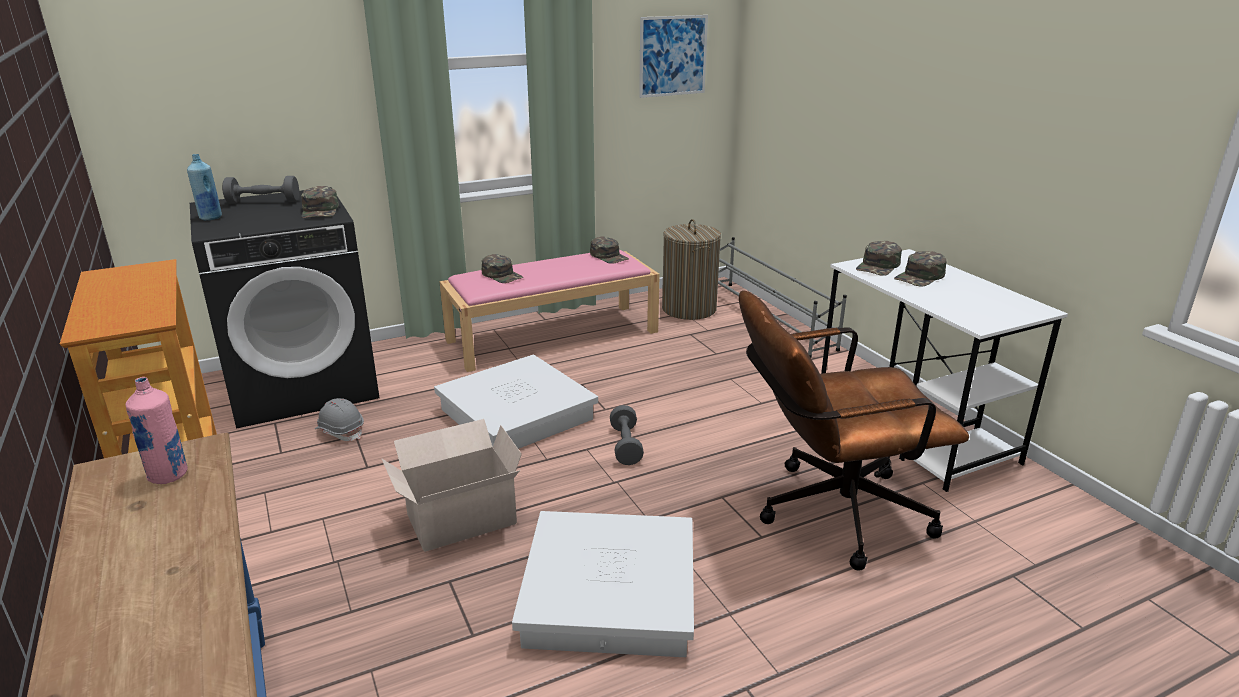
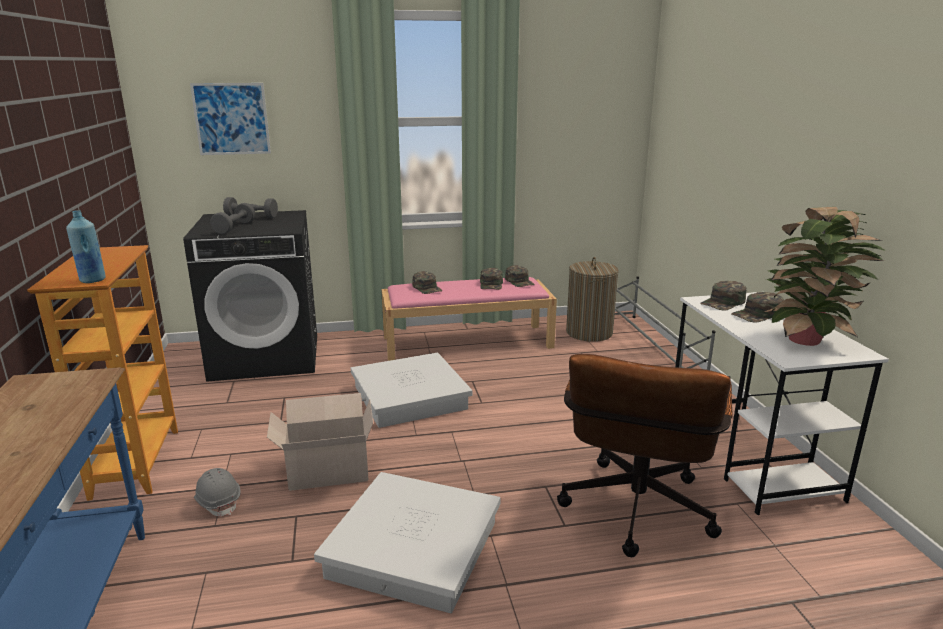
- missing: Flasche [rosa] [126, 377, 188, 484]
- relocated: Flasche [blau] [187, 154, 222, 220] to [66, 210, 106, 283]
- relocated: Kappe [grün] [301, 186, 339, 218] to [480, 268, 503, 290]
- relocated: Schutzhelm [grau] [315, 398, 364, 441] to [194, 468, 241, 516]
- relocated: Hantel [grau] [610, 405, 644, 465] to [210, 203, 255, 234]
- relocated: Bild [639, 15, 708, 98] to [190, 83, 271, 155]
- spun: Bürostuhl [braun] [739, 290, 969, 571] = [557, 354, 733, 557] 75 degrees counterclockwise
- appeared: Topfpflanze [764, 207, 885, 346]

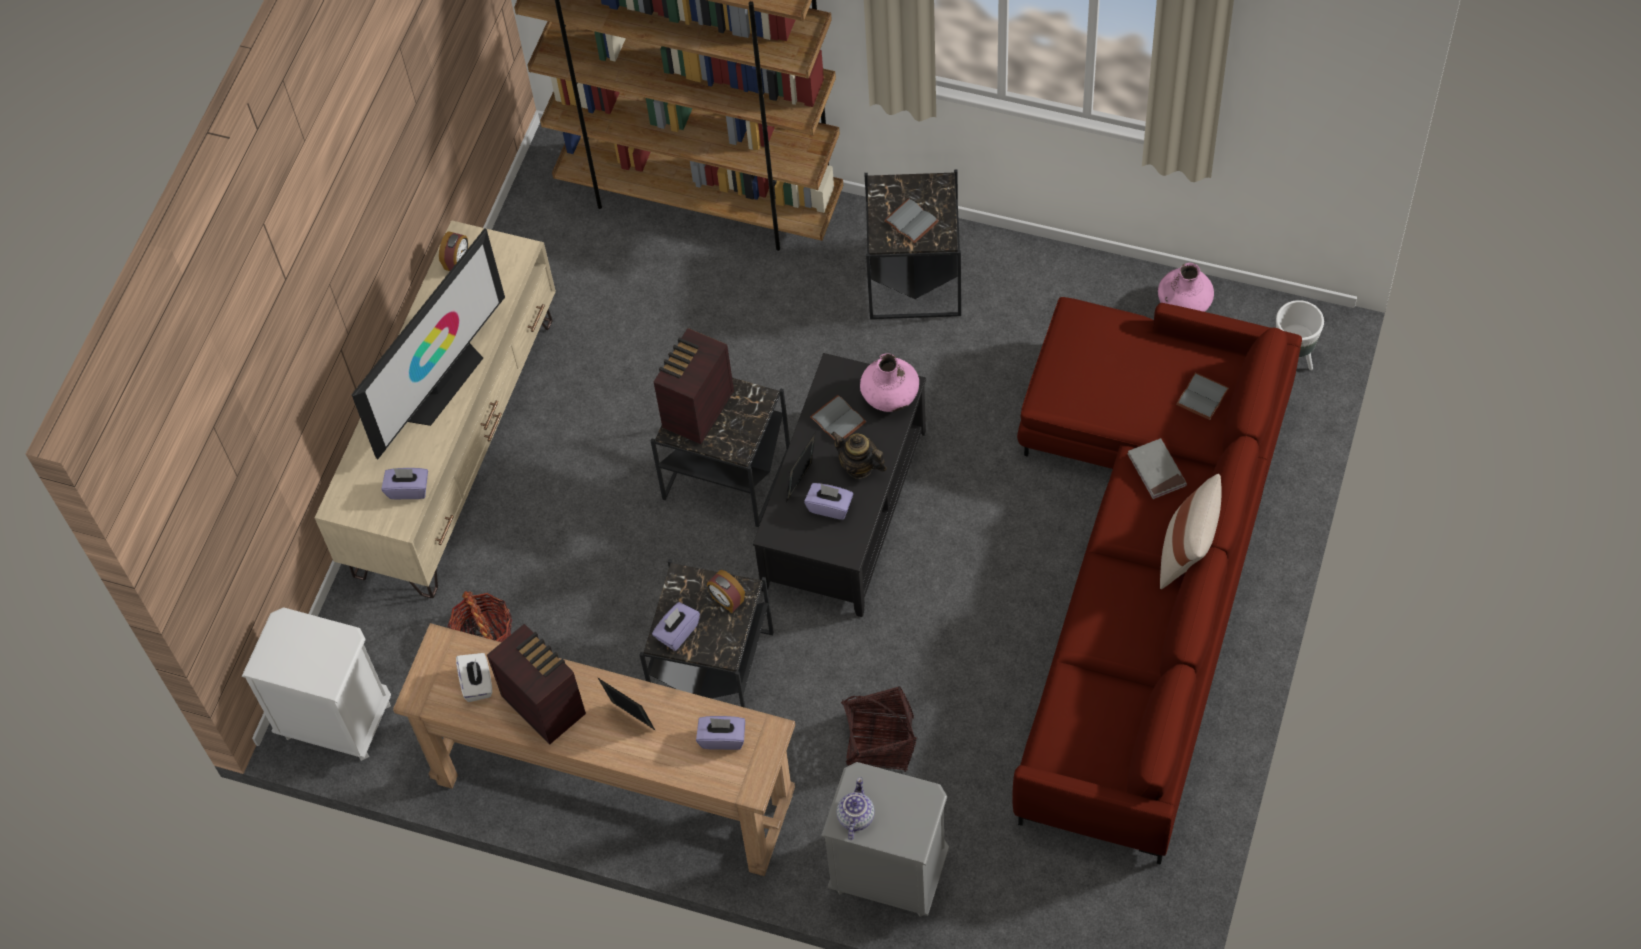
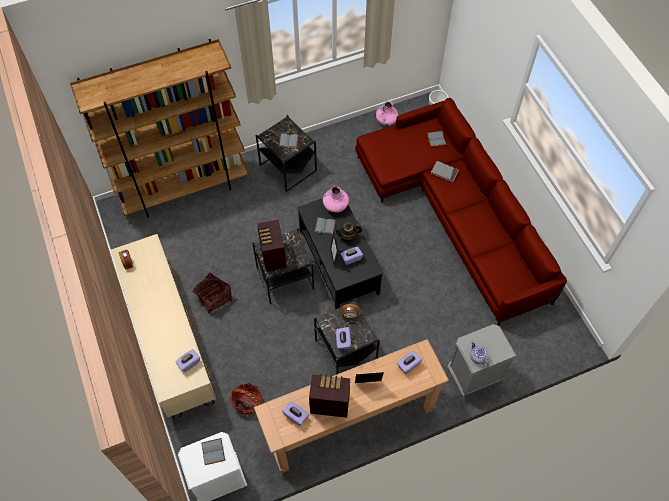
- missing: Fernseher [351, 228, 505, 459]
- colour: Taschentuchbox [weiß] [456, 653, 492, 702] to Taschentuchbox [lila] [282, 402, 309, 426]
- relocated: Korb [841, 686, 917, 772] to [193, 272, 232, 314]
- missing: Kissen [beige] [1160, 474, 1222, 589]
- appeared: Buch [grau] [201, 438, 225, 465]

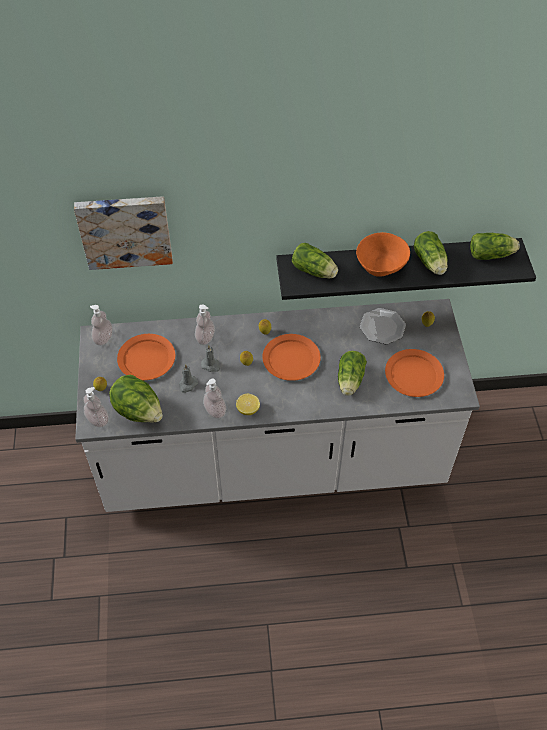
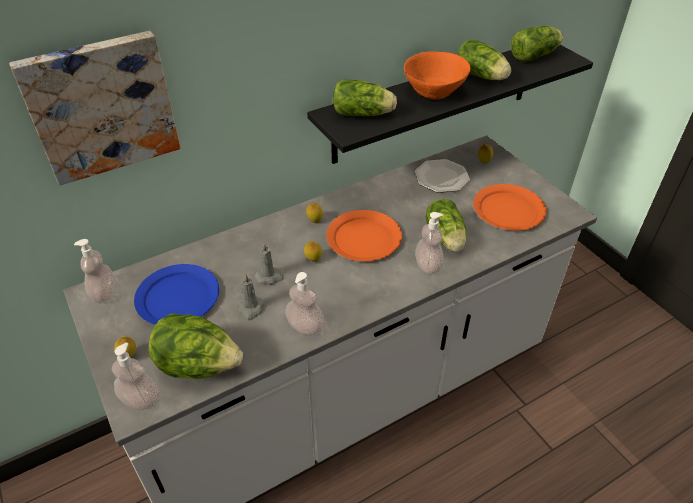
- colour: Teller [orange] [117, 334, 175, 380] to Teller [blau] [134, 264, 219, 325]
- relocated: Seifenspender [195, 304, 215, 345] to [415, 212, 444, 274]
- missing: Zitrone [236, 394, 260, 415]

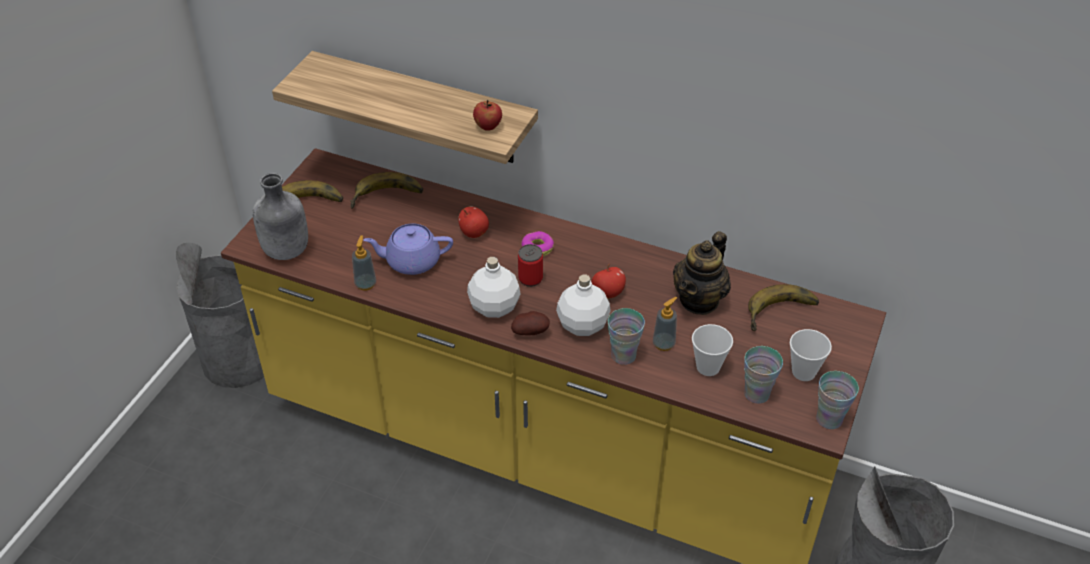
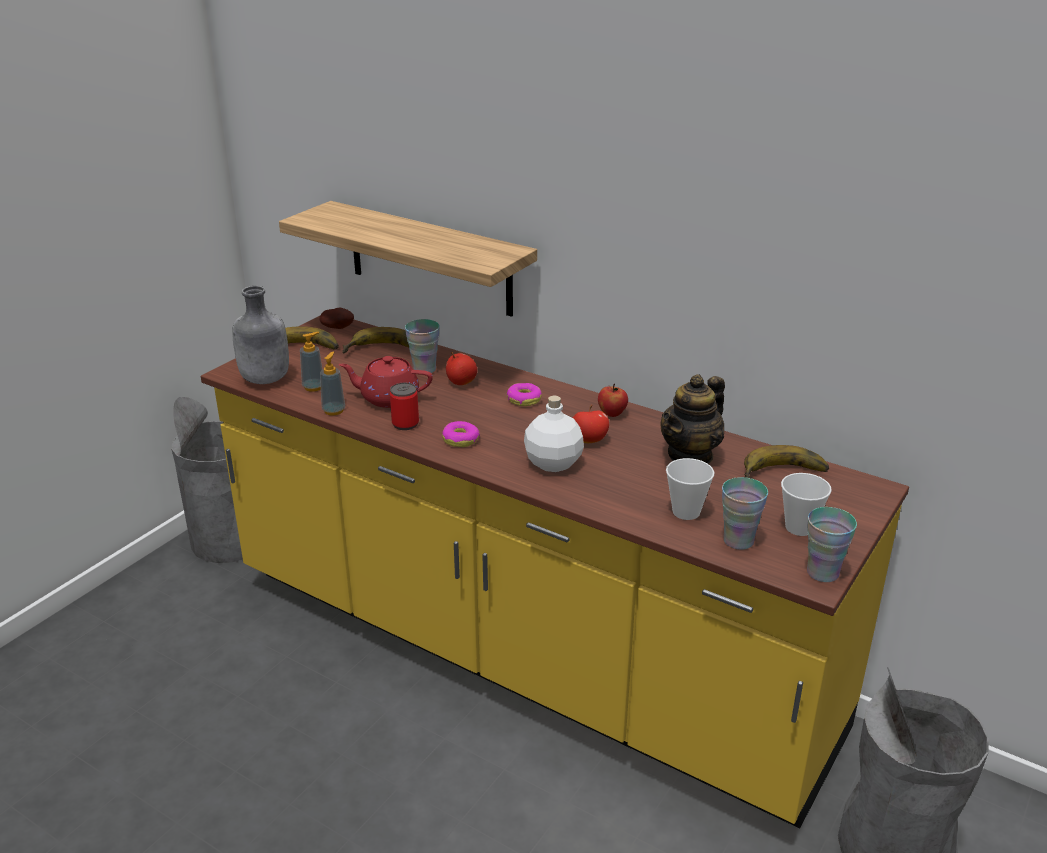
- colour: Teekanne [lila] [363, 223, 453, 275] to Teekanne [rot] [339, 356, 433, 408]
- exchanged: Flasche [weiß] [467, 257, 521, 318] to Donut [442, 421, 480, 447]
- relocated: Apfel [473, 100, 502, 131] to [598, 384, 628, 417]
- relocated: Kartoffel [511, 311, 550, 335] to [320, 308, 354, 329]
- relocated: Dose [518, 244, 543, 287] to [390, 383, 419, 430]
- relocated: Tasse [608, 308, 645, 365] to [405, 319, 440, 373]
- relocated: Seifenspender [653, 297, 677, 351] to [300, 332, 323, 392]

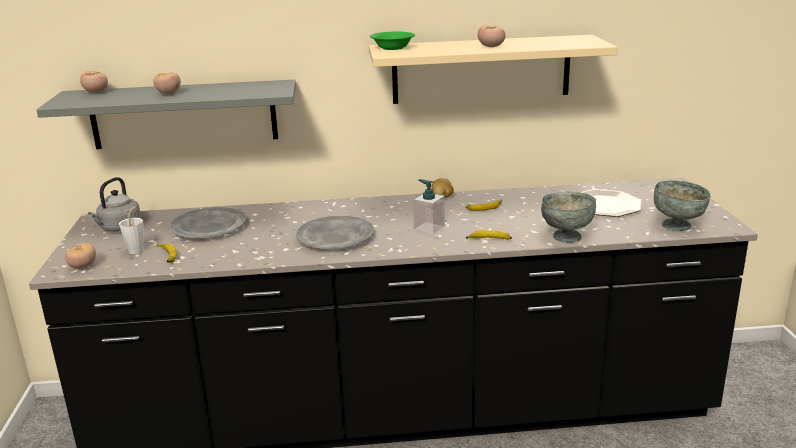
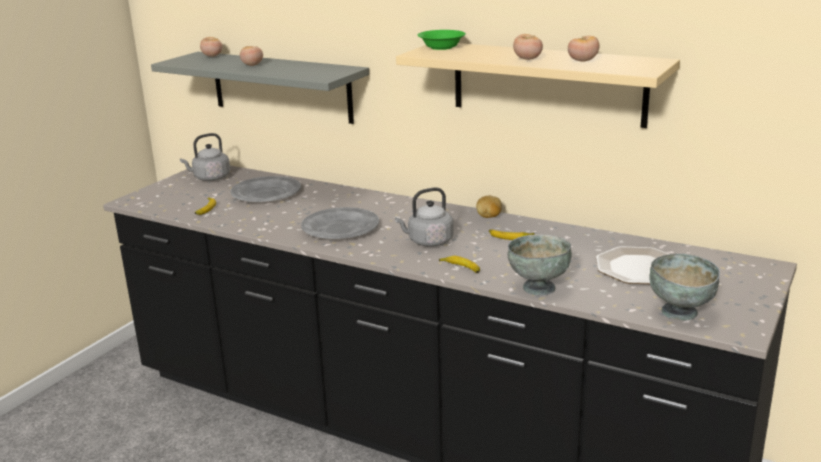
- relocated: Tomate [65, 243, 96, 269] to [568, 36, 600, 62]
- missing: Tasse [weiß] [119, 206, 144, 254]
- exchanged: Seifenspender [413, 179, 445, 234] to Wasserkessel [grau] [395, 187, 454, 247]

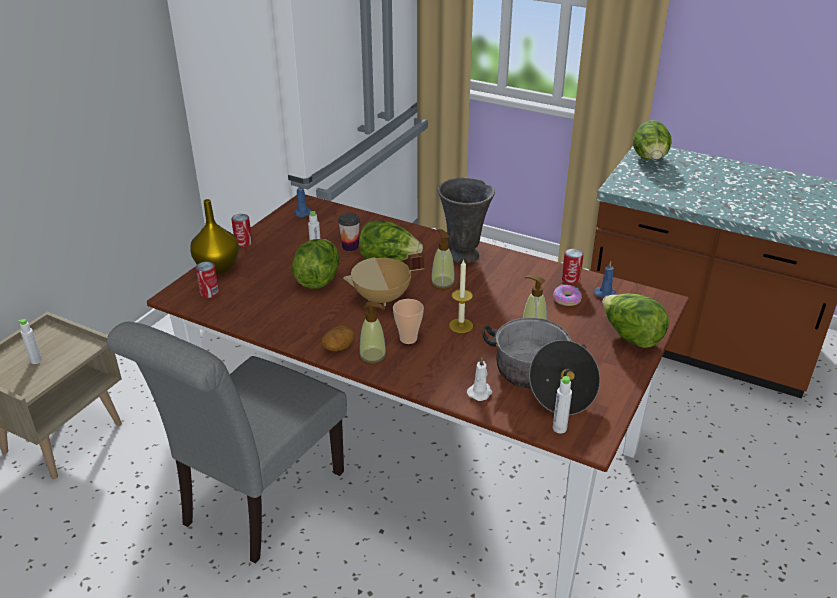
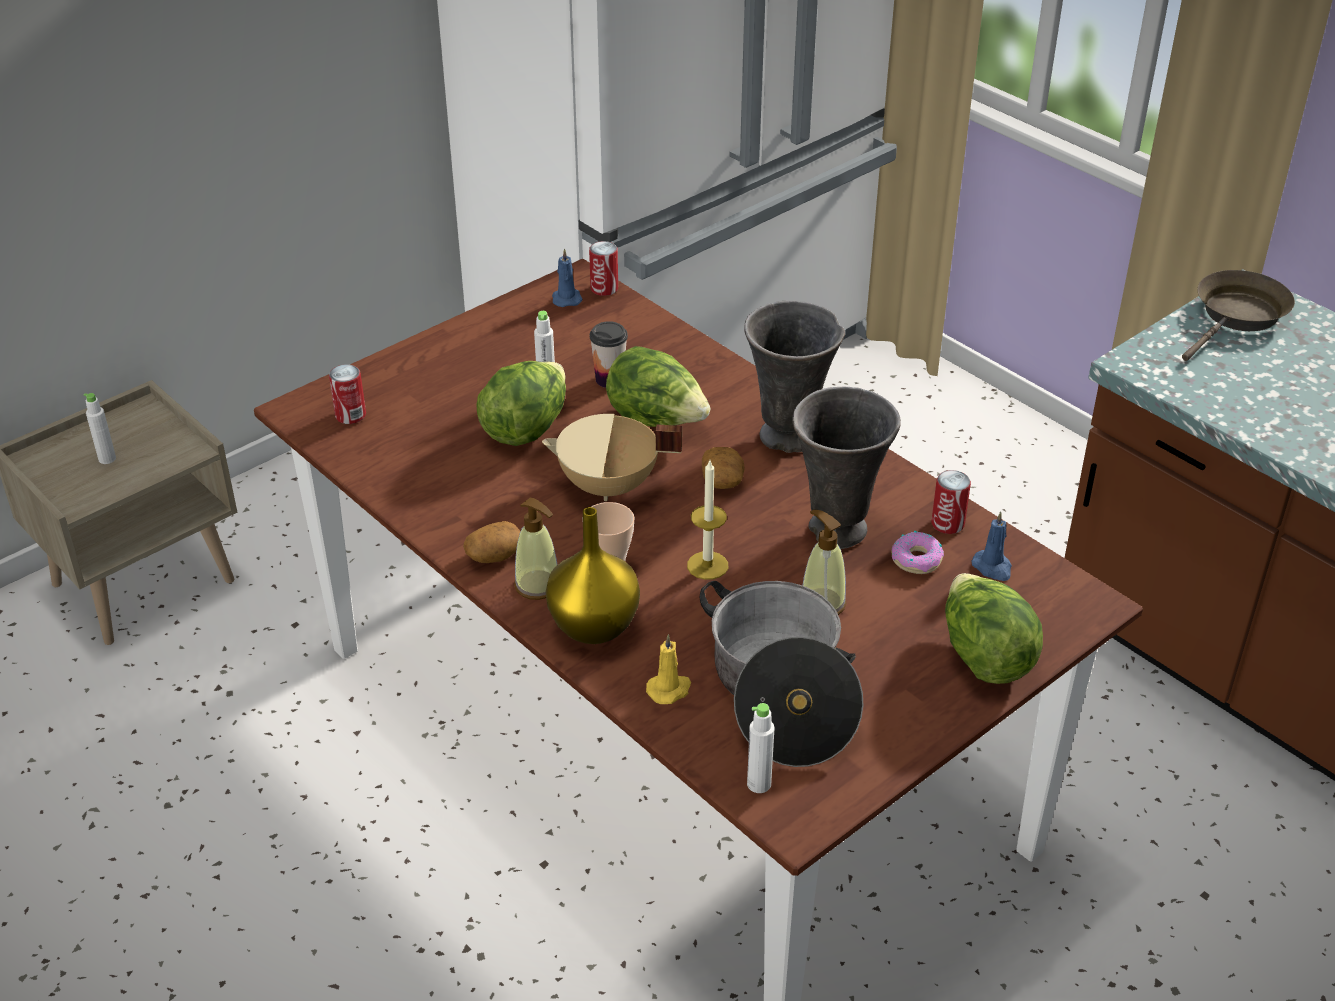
- missing: Stuhl [grau] [107, 322, 347, 564]
- relocated: Vase [gelb] [190, 199, 239, 275] to [546, 507, 640, 644]
- relocated: Dose [231, 214, 252, 247] to [589, 241, 618, 296]
- exchanged: Seifenspender [431, 229, 455, 290] to Kartoffel [702, 447, 745, 489]
- colour: Kerze [weiß] [467, 357, 493, 401] to Kerze [gelb] [646, 634, 691, 704]
- exchanged: Salatkopf [633, 120, 672, 160] to Pfanne [braun] [1182, 270, 1295, 361]
- appeared: Vase [grau] [792, 387, 901, 549]

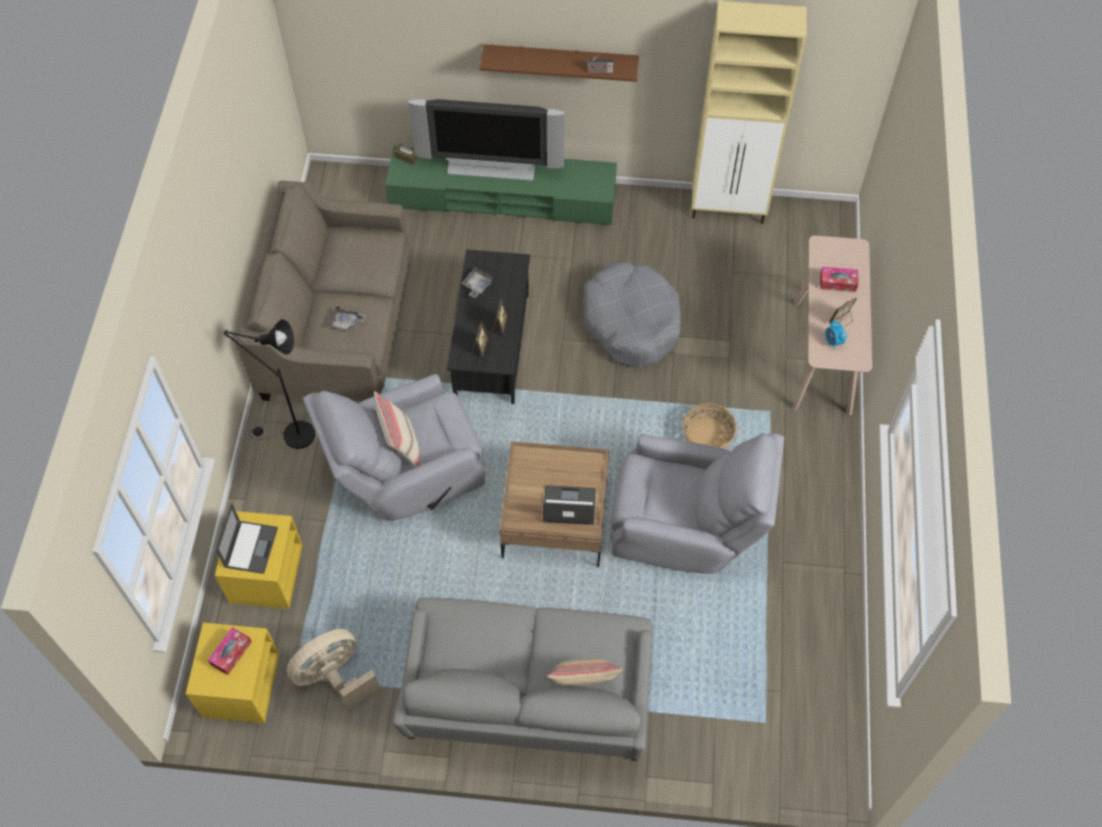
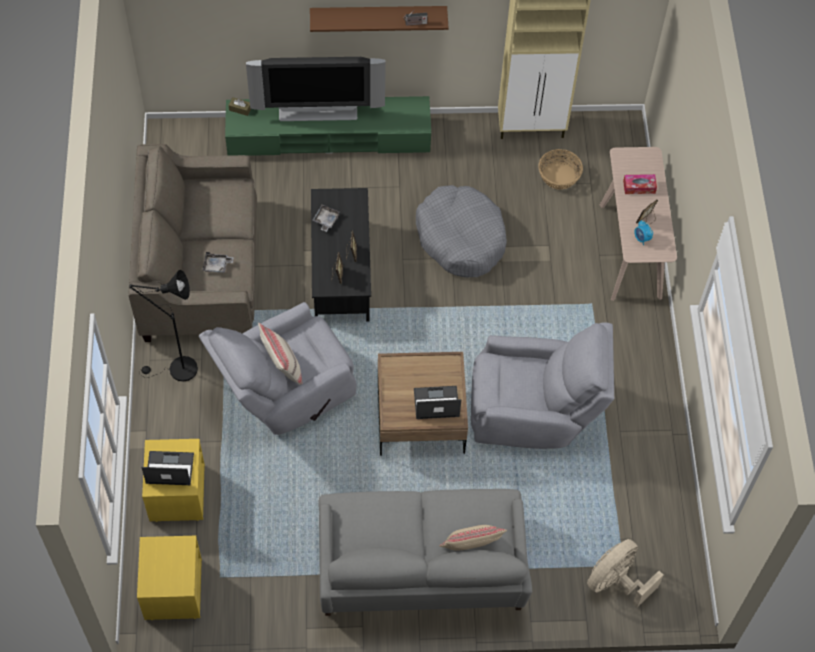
- missing: Taschentuchbox [208, 627, 252, 675]
- spun: Laptop [216, 503, 278, 574] = [141, 451, 194, 485] 90 degrees counterclockwise
- relocated: Ventilator [beige] [287, 629, 380, 709] to [587, 539, 663, 607]
- relocated: Korb [683, 403, 737, 449] to [538, 149, 583, 190]

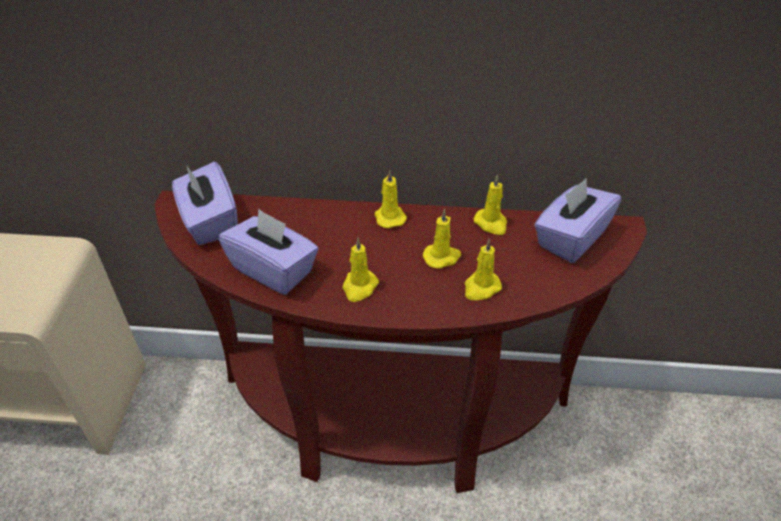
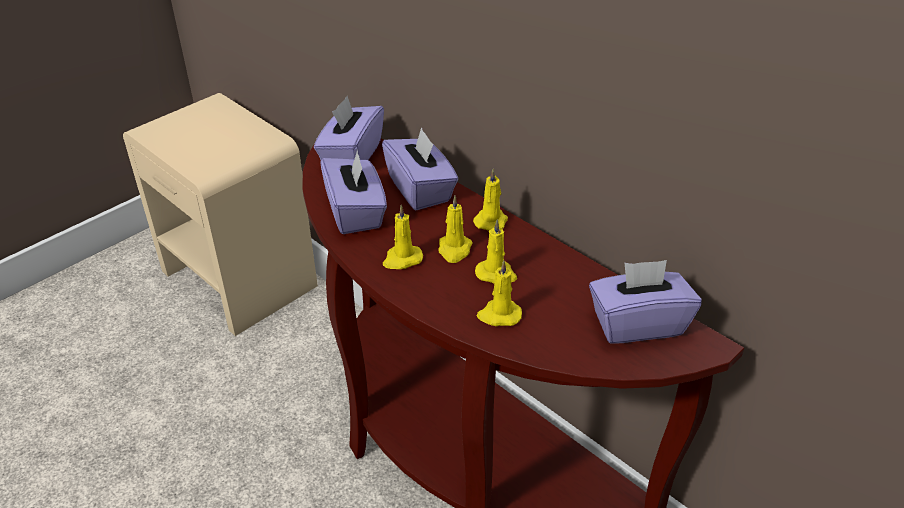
- relocated: Kerze [gelb] [474, 174, 507, 235] to [438, 195, 473, 263]
- appeared: Taschentuchbox [lila] [382, 127, 458, 210]

